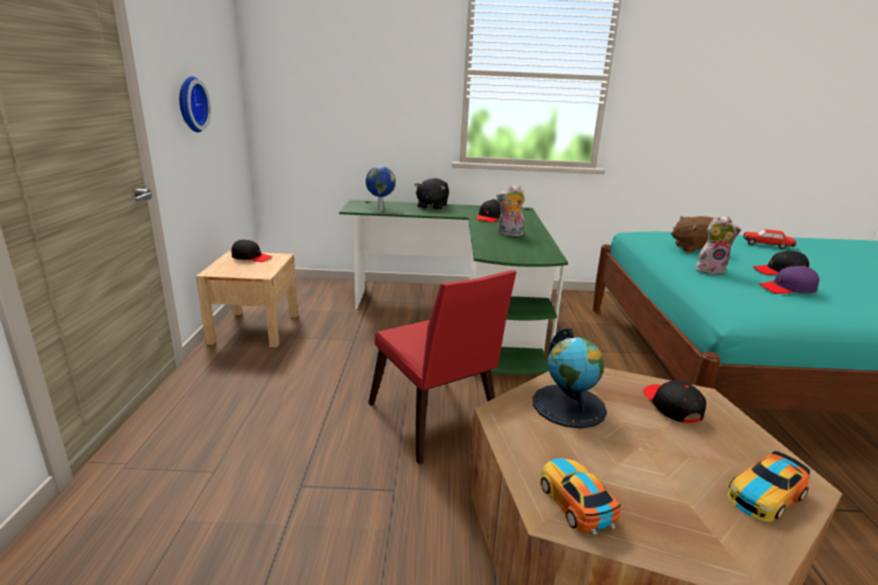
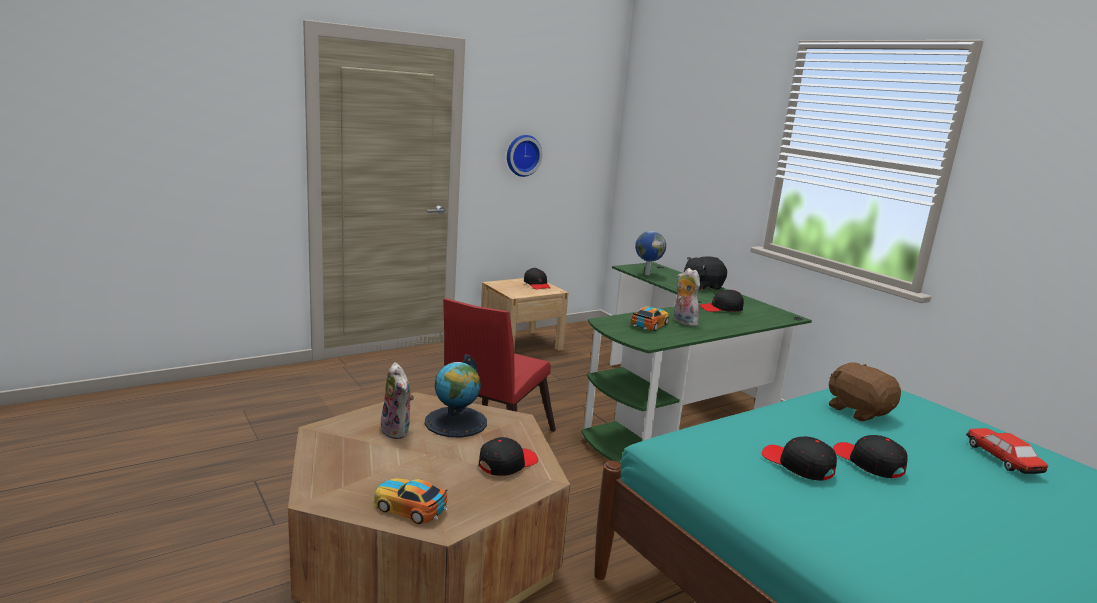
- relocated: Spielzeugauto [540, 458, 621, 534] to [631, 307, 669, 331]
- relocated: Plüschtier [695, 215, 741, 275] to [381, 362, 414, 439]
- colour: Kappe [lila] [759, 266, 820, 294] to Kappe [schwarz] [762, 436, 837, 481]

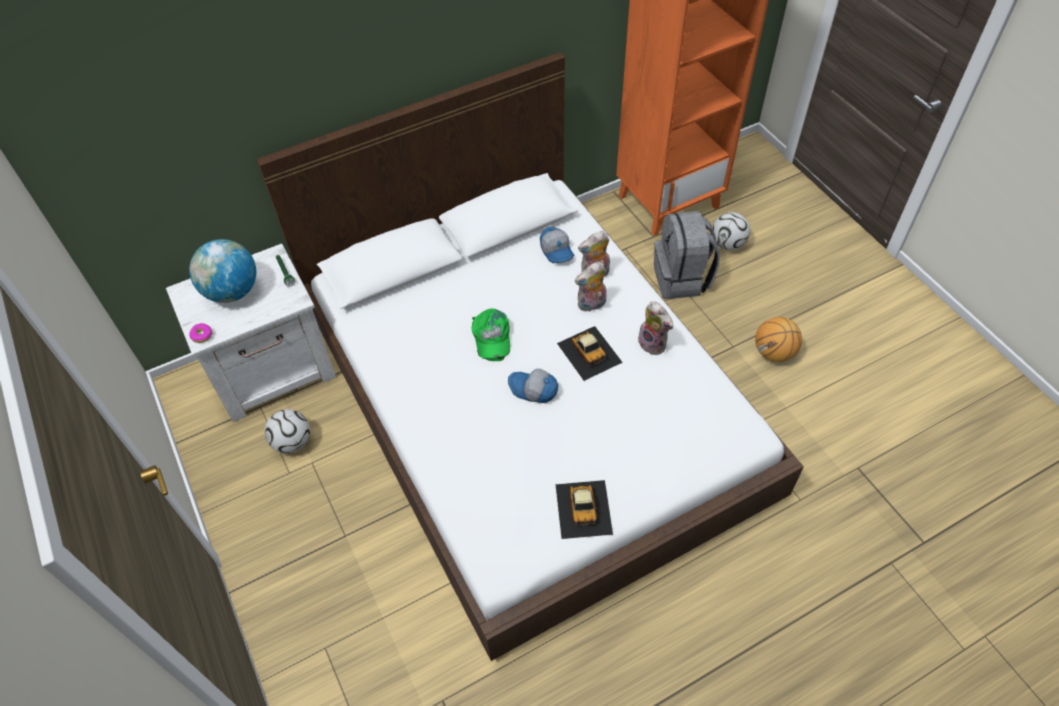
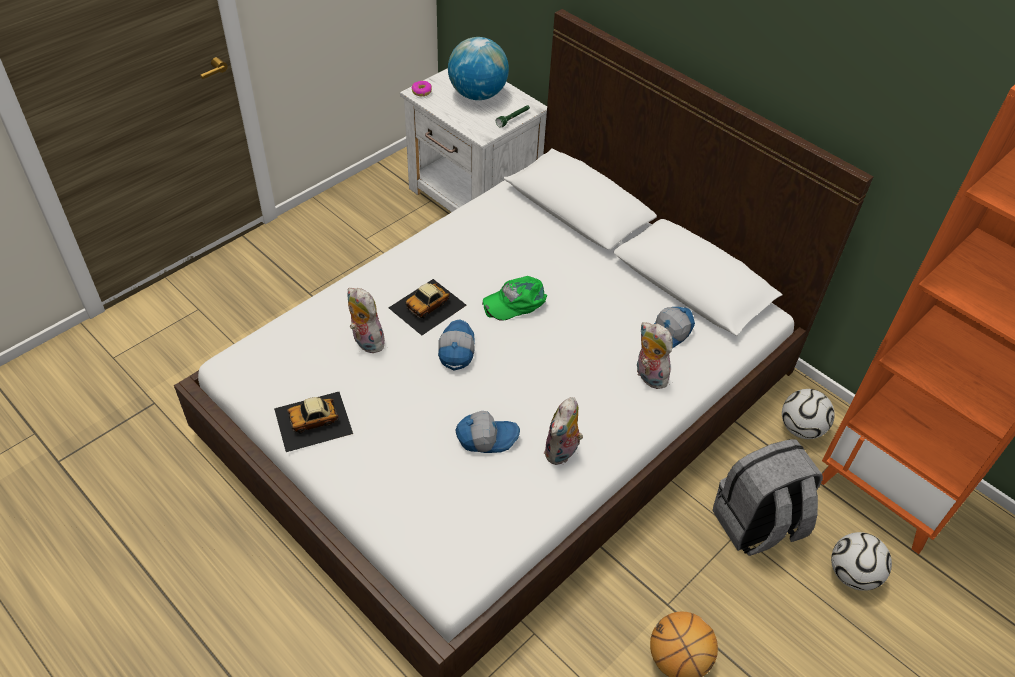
- relocated: Fußball [265, 409, 310, 453] to [782, 389, 835, 439]
- relocated: Spielzeugauto [557, 326, 623, 381] to [389, 279, 467, 336]
- relocated: Plüschtier [575, 262, 607, 312] to [348, 288, 385, 353]
- appeared: Kappe [456, 411, 520, 453]

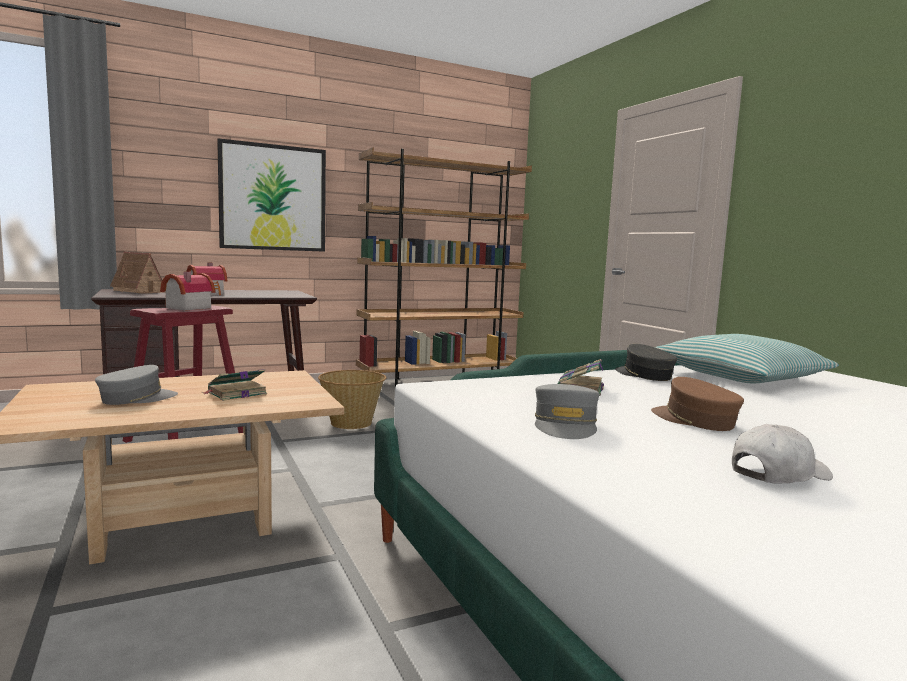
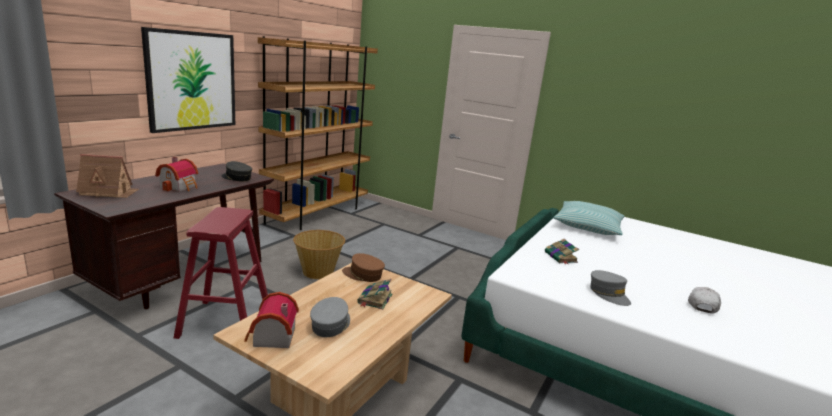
- relocated: Spielzeughaus [160, 271, 216, 310] to [244, 292, 299, 348]
- relocated: Kappe [grau] [615, 344, 677, 381] to [221, 161, 252, 181]
- relocated: Kappe [braun] [651, 377, 744, 431] to [342, 253, 385, 282]

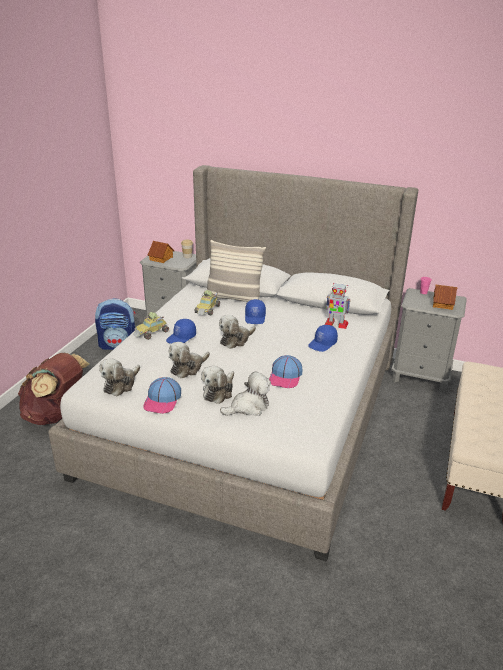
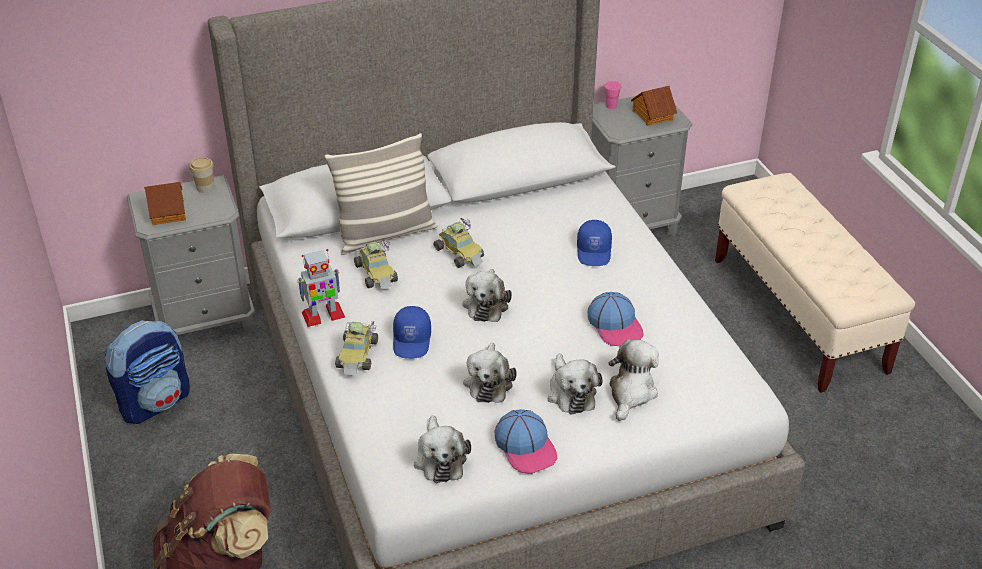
- exchanged: Kappe [blau] [245, 299, 266, 324] to Spielzeugauto [434, 218, 484, 268]
- relocated: Spielzeugroboter [325, 283, 351, 329] to [297, 249, 345, 327]

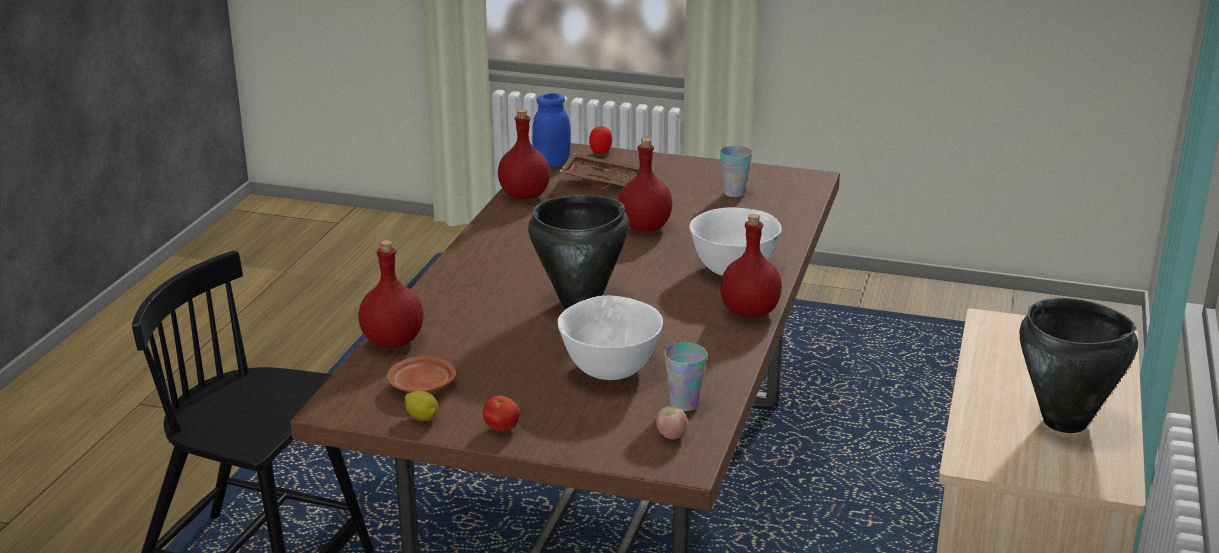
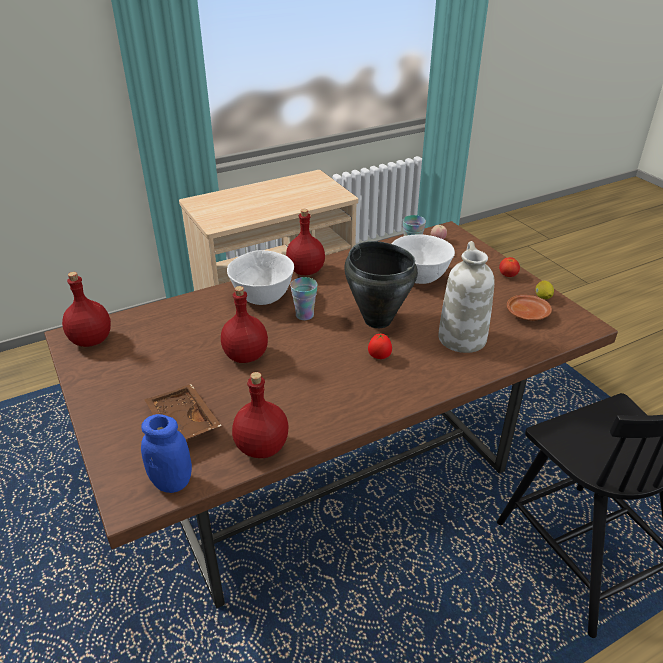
- relocated: Flasche [rot] [358, 240, 424, 348] to [62, 272, 111, 347]
- relocated: Tomate [589, 126, 612, 154] to [368, 334, 392, 359]
- relocated: Tasse [720, 146, 752, 197] to [290, 277, 318, 320]
- missing: Kochtopf [schwarz] [1020, 298, 1138, 433]
- appeared: Vase [weiß] [438, 241, 494, 353]

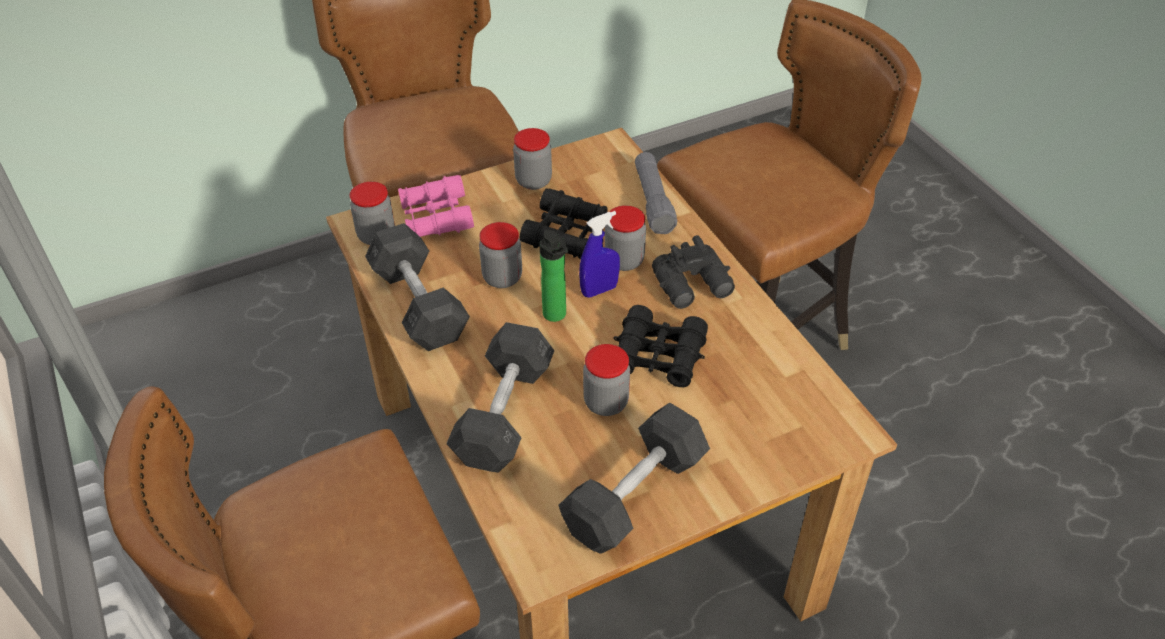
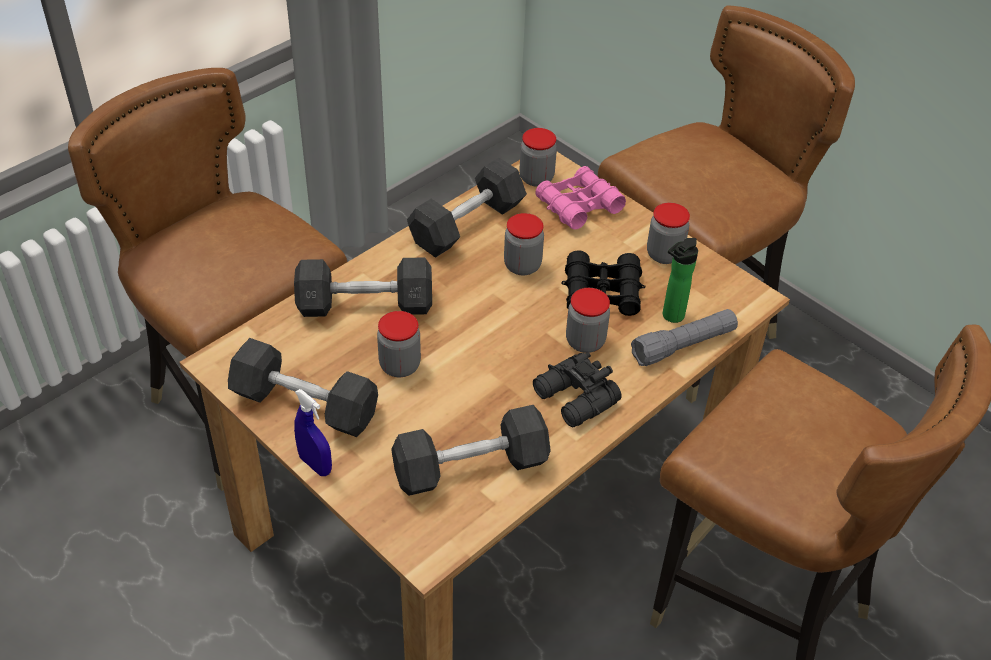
- relocated: Flasche [539, 229, 568, 322] to [663, 238, 698, 323]
- relocated: Sprühflasche [blau] [579, 211, 620, 298] to [294, 389, 332, 476]
- missing: Fernglas [schwarz] [613, 305, 708, 387]
- appeared: Hantel [grau] [391, 405, 551, 496]

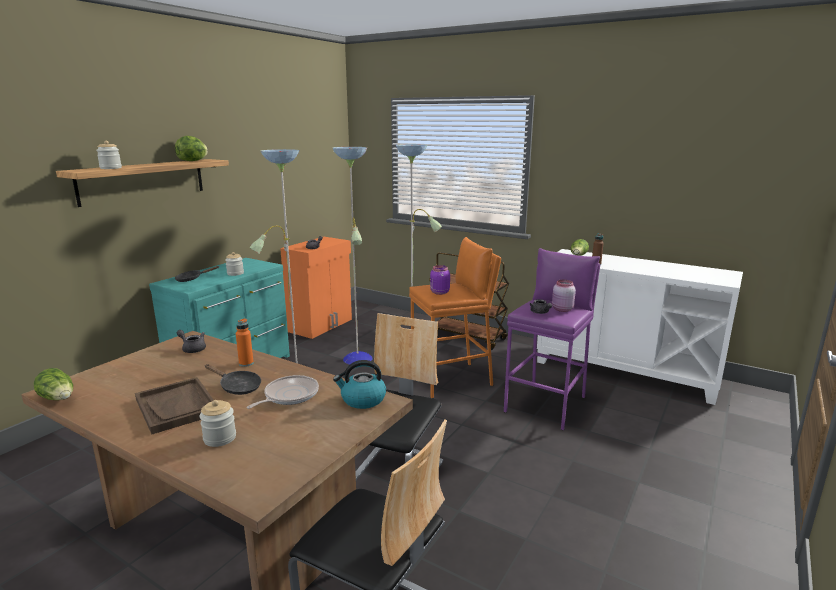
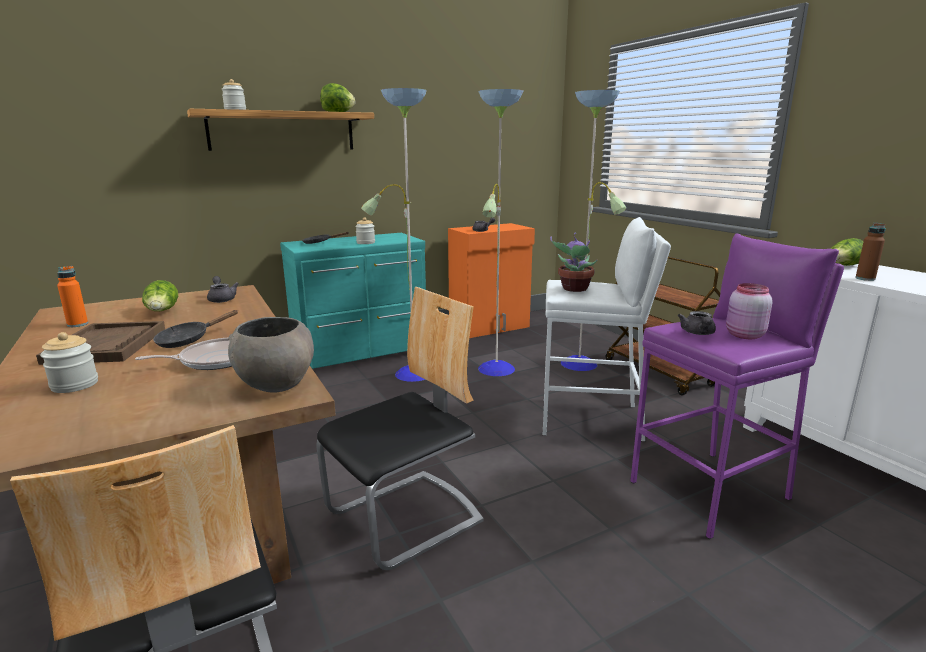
- relocated: Salatkopf [34, 368, 73, 400] to [142, 280, 178, 311]
- spun: Pfanne [schwarz] [205, 364, 261, 395] = [153, 310, 238, 348] 75 degrees clockwise
- relocated: Flasche [orange] [236, 318, 254, 367] to [57, 266, 88, 327]
- exchanged: Wasserkessel [333, 360, 386, 409] to Schüssel [grau] [228, 317, 314, 393]
- colour: Hocker [orange] [409, 237, 501, 398] to Hocker [weiß] [543, 217, 671, 442]
- exchanged: Vorratsglas [lila] [430, 265, 450, 295] to Topfpflanze [550, 232, 598, 292]

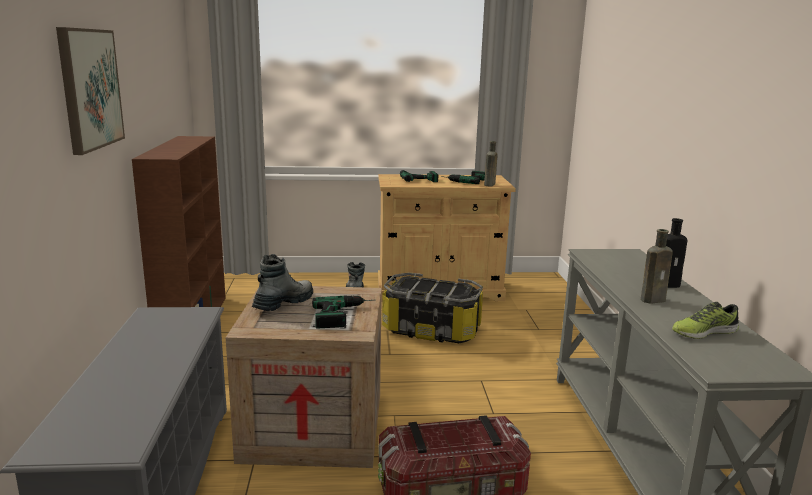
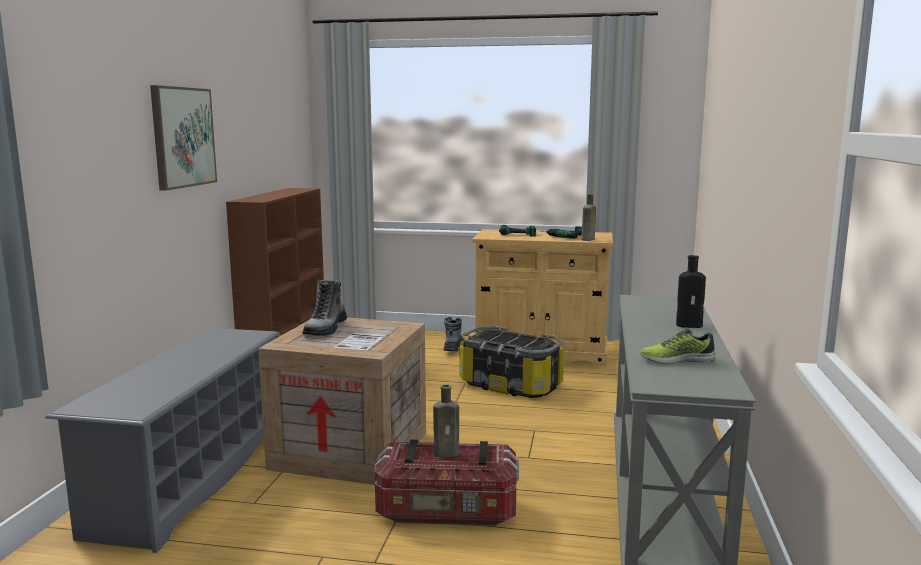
- spun: Stiefel [252, 254, 313, 311] = [302, 280, 347, 336] 150 degrees clockwise
- missing: Bohrmaschine [312, 295, 373, 329]
- relocated: Flasche [braun] [641, 229, 673, 304] to [433, 384, 459, 457]

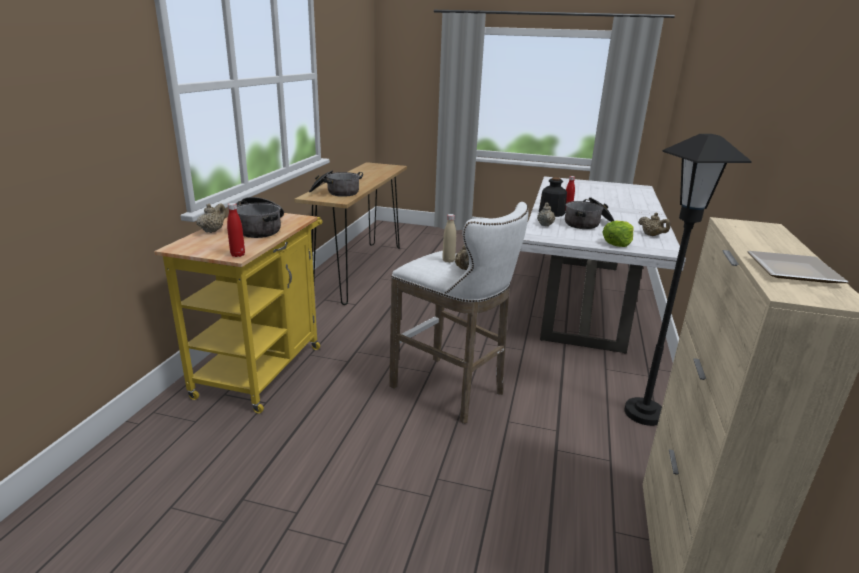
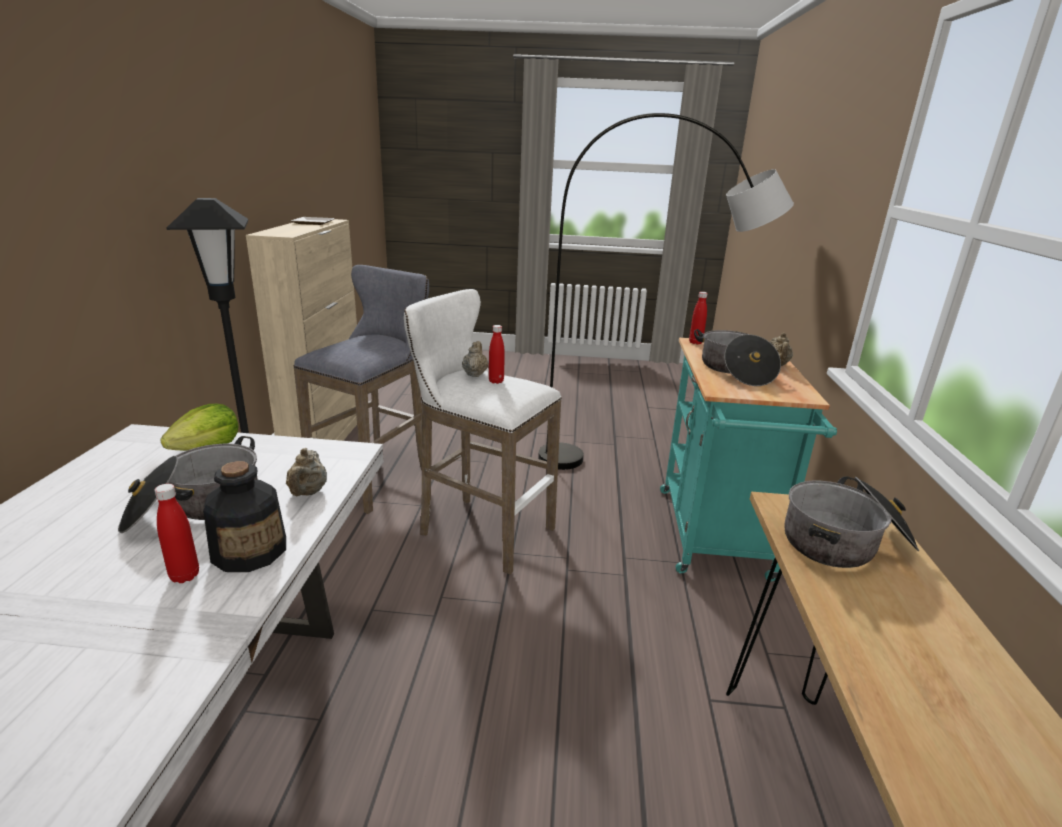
- colour: Rollwagen [gelb] [154, 213, 322, 414] to Rollwagen [türkis] [660, 338, 837, 582]
- colour: Flasche [beige] [442, 214, 456, 263] to Flasche [rot] [489, 325, 505, 384]
- missing: Teekanne [beige] [638, 213, 670, 236]
- appeared: Hocker [grau] [294, 265, 429, 514]
- appeared: Stehlampe [grau] [538, 113, 794, 470]

